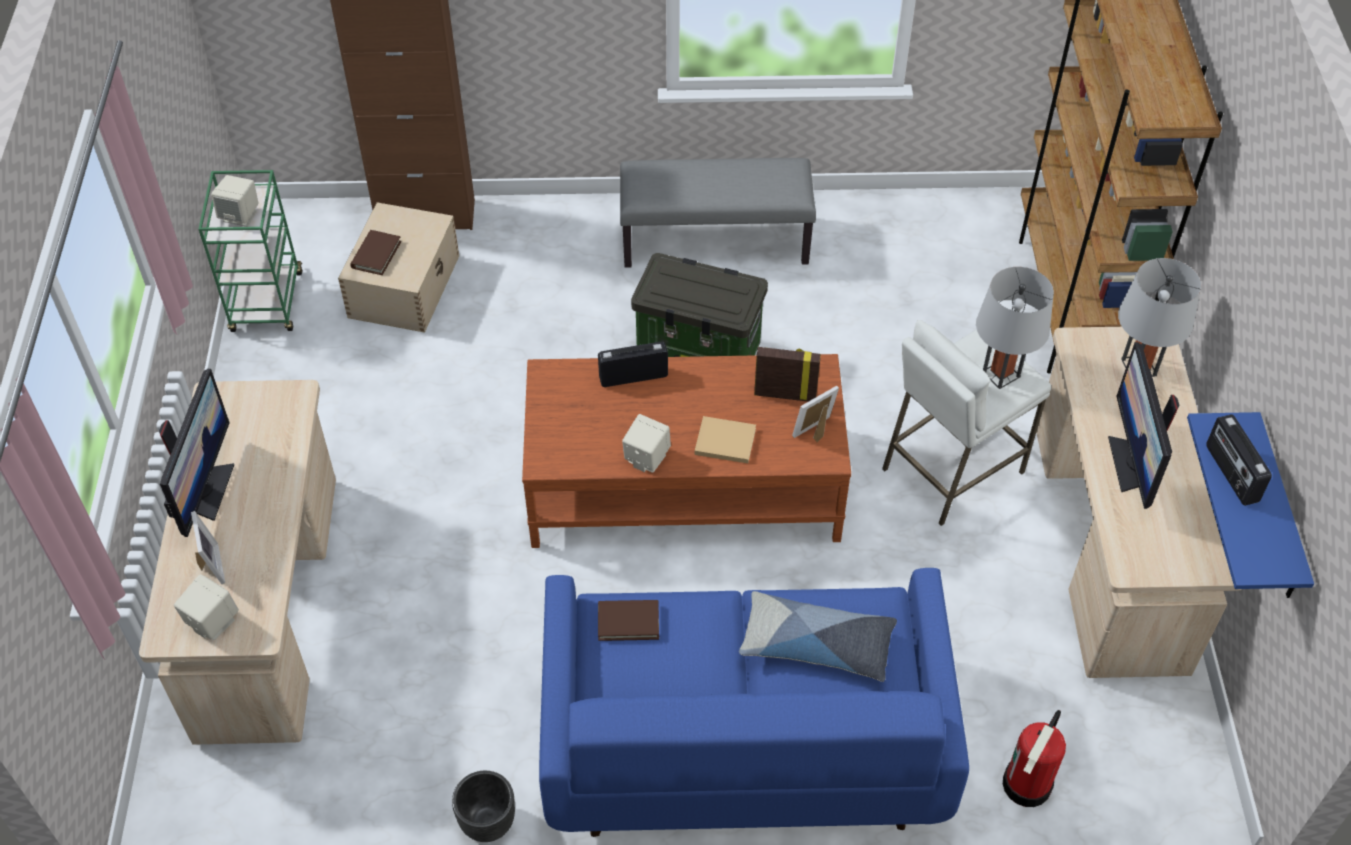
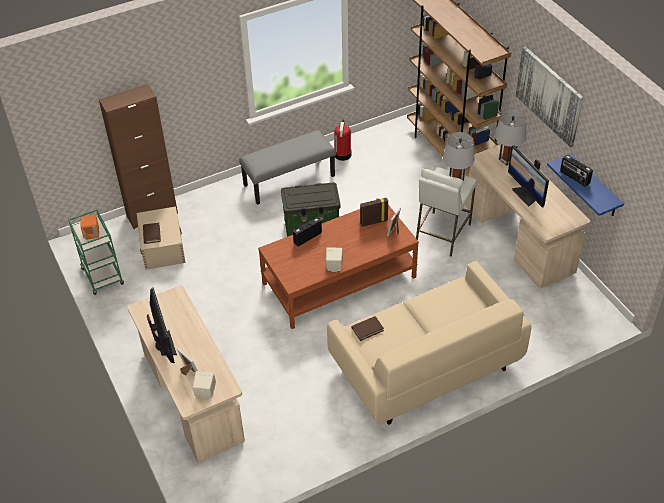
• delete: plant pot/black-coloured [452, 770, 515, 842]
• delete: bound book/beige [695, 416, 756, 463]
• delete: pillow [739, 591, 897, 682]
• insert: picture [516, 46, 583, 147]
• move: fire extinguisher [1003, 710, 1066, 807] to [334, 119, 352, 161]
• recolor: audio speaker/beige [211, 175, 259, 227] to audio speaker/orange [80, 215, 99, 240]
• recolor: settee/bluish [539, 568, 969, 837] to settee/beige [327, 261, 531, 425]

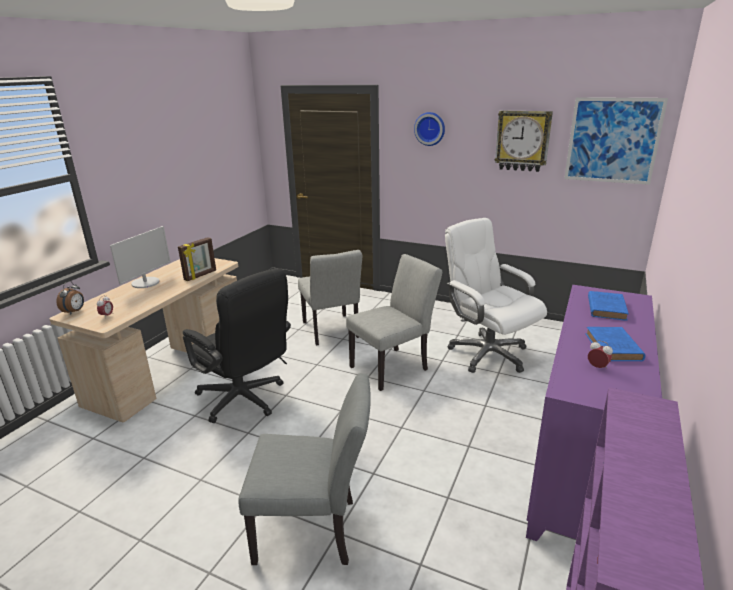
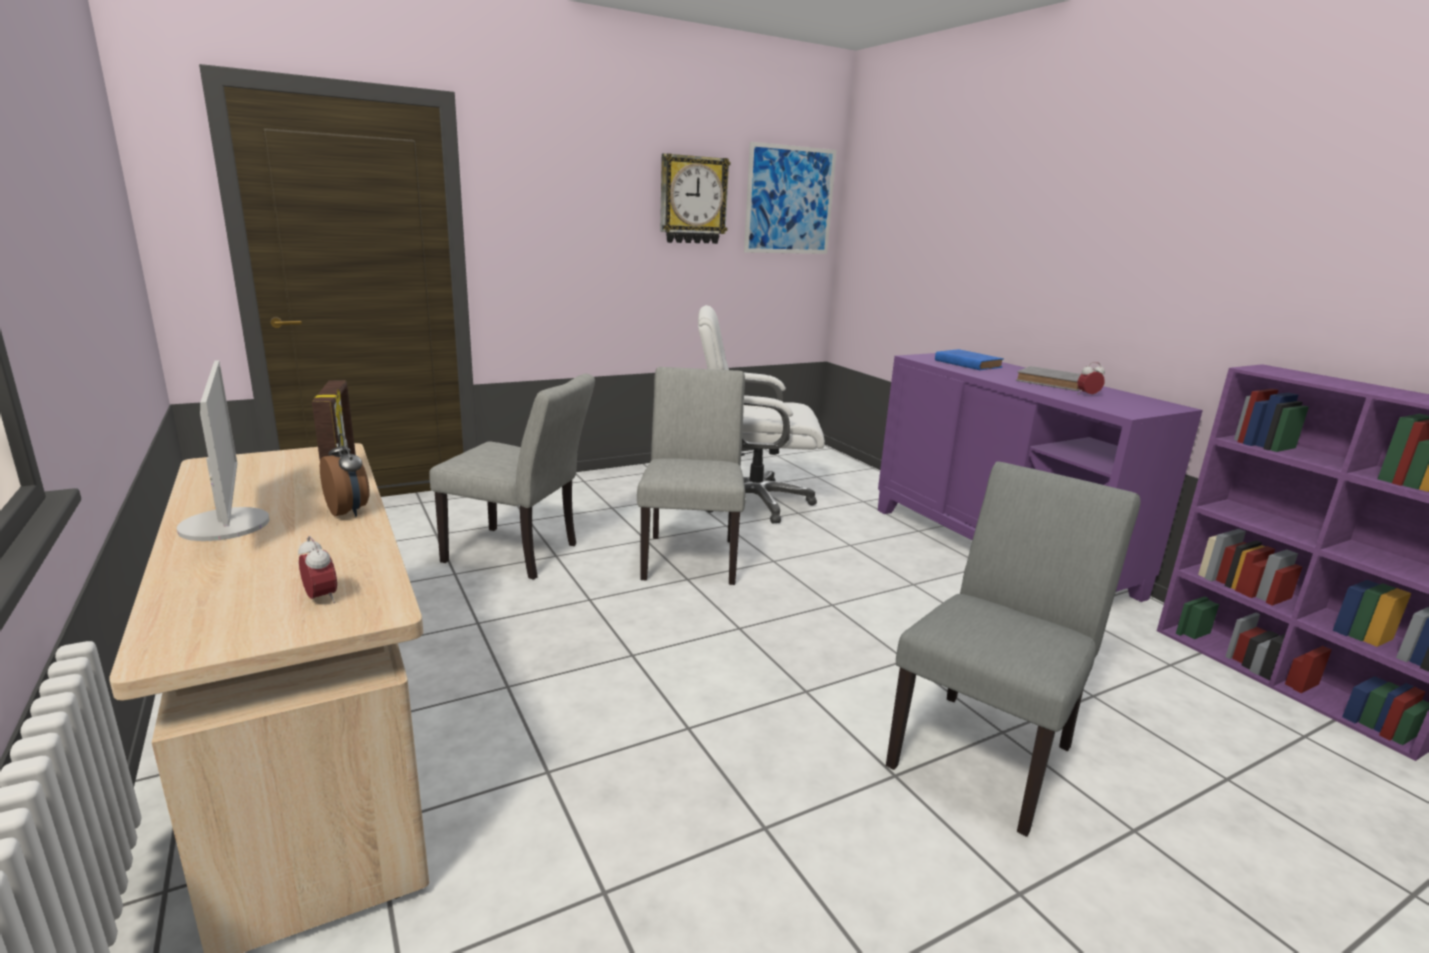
• delete: office chair/black-coloured [183, 268, 291, 423]
• delete: clock on the wall [414, 112, 445, 146]
• move: bedside clock [56, 281, 84, 315] to [320, 433, 370, 517]
• recolor: bound book/bluish [586, 327, 645, 361] to bound book/grey [1016, 366, 1081, 391]

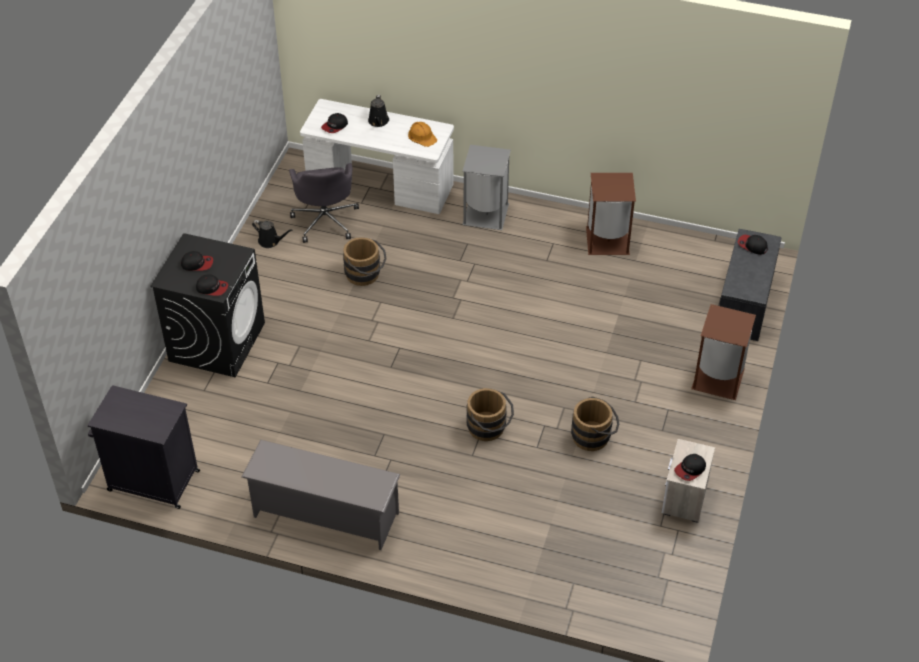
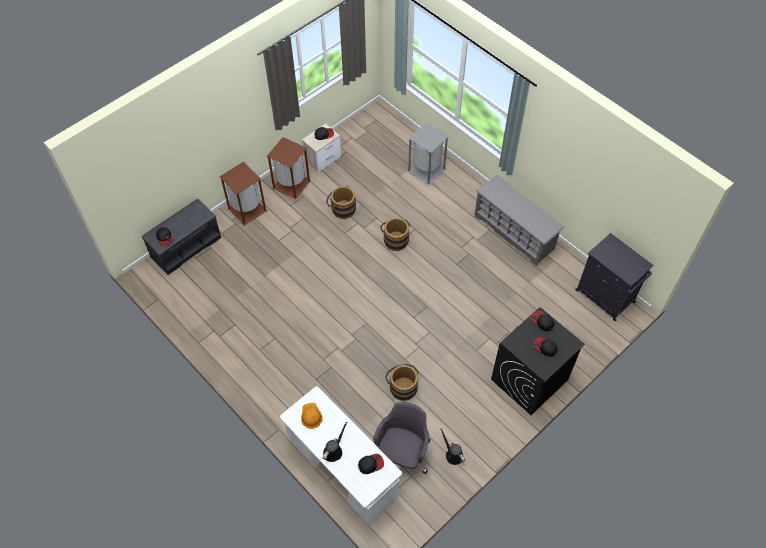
• move: trash can/grey [462, 145, 511, 230] to [408, 122, 449, 185]
• move: trash can/brown [586, 173, 636, 255] to [267, 137, 311, 199]

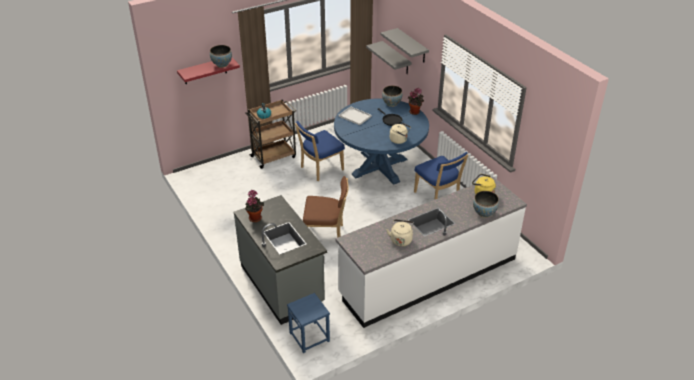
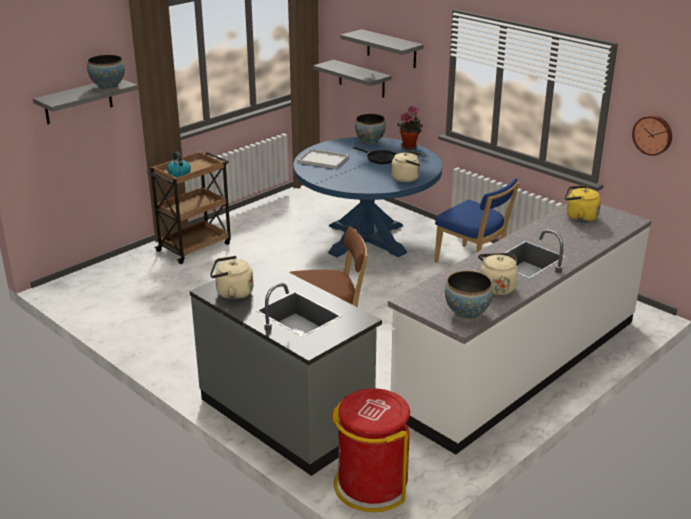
• delete: chair/bluish [295, 121, 345, 181]
• insert: clock on the wall [632, 115, 672, 156]
• move: serving bowl [473, 191, 499, 218] to [445, 271, 493, 320]
• replace: plant in a pot [245, 190, 264, 222] to water kettle/beige [210, 256, 253, 300]
• replace: stool seat/bluish [287, 293, 330, 353] to trash can/red-coloured [332, 388, 410, 512]
• recolor: shelf/red-coloured [177, 58, 240, 84] to shelf/grey [33, 79, 138, 124]

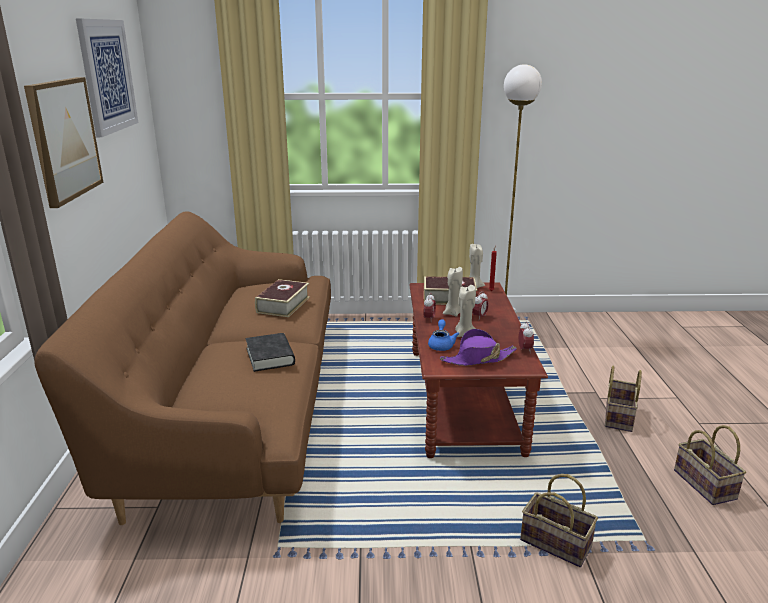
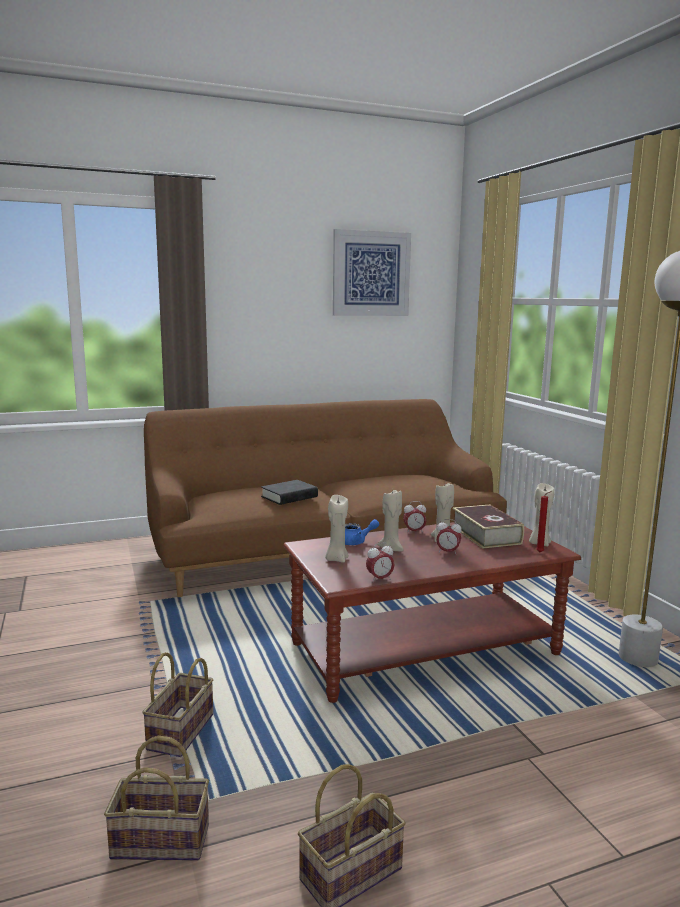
• delete: picture [24, 77, 103, 208]
• delete: bound book [255, 279, 310, 317]
• move: basket [605, 366, 642, 432] to [104, 736, 209, 861]
• replace: clothing hat/purple-coloured [440, 329, 517, 366] to candle/beige [325, 495, 349, 563]

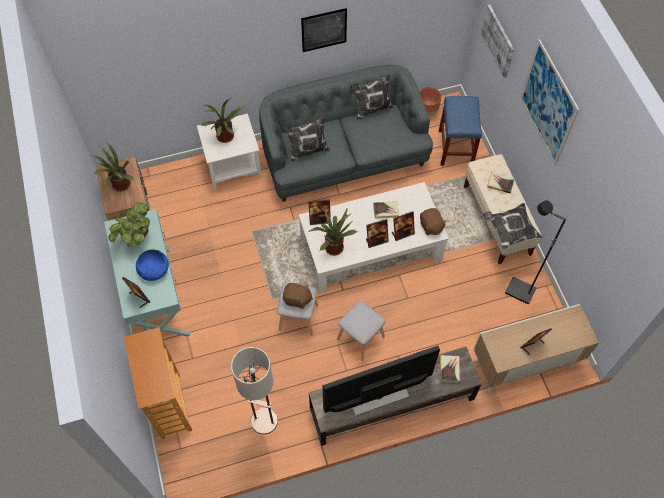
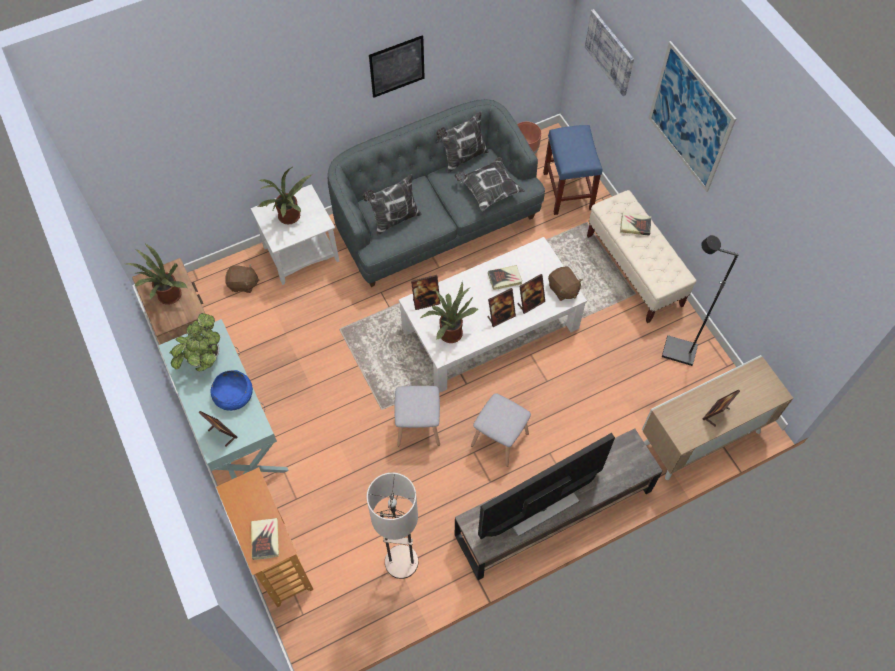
• move: cuddly toy/brown [283, 283, 313, 309] to [225, 264, 259, 293]
• move: bound book [440, 355, 460, 383] to [251, 518, 279, 560]
• move: pillow [483, 203, 542, 250] to [454, 157, 525, 211]

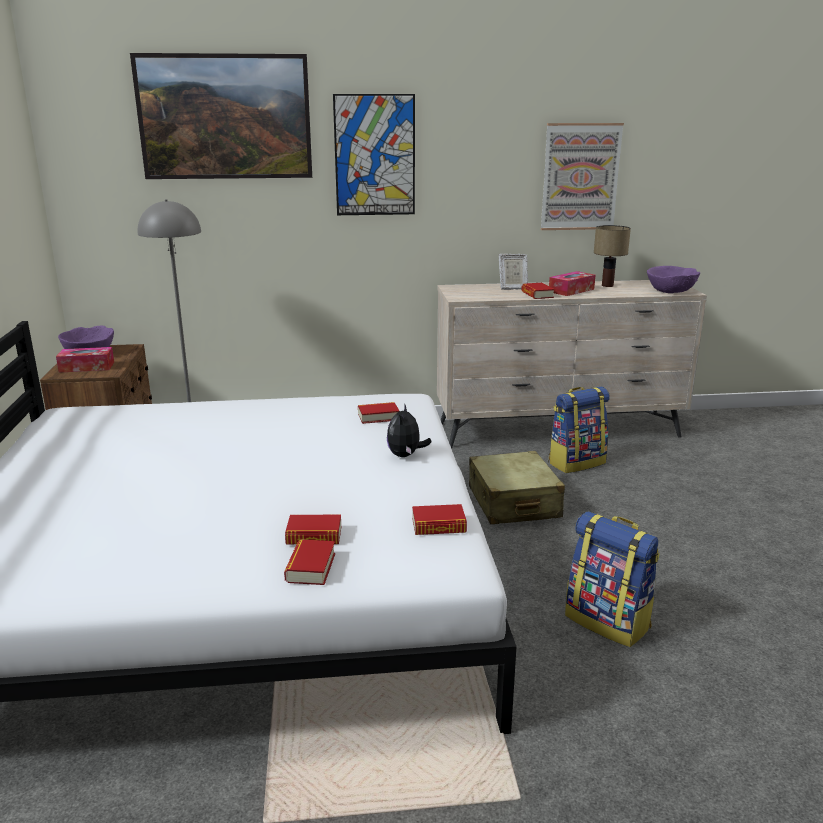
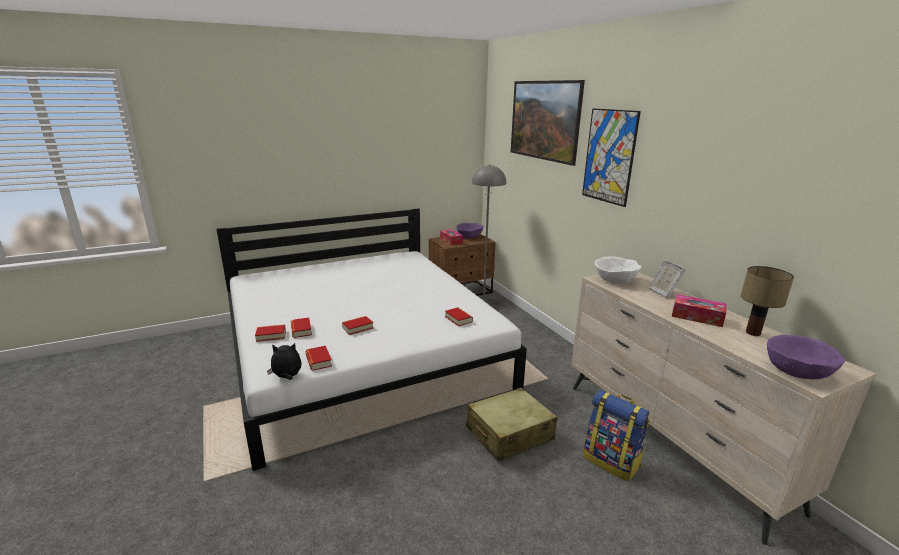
• delete: picture [540, 123, 624, 230]
• delete: backpack [565, 511, 660, 647]
• insert: serving bowl/white-coloured [595, 256, 642, 284]
• move: cuddly toy [387, 403, 432, 457] to [267, 343, 302, 380]
• move: bound book [521, 283, 555, 299] to [342, 316, 373, 335]

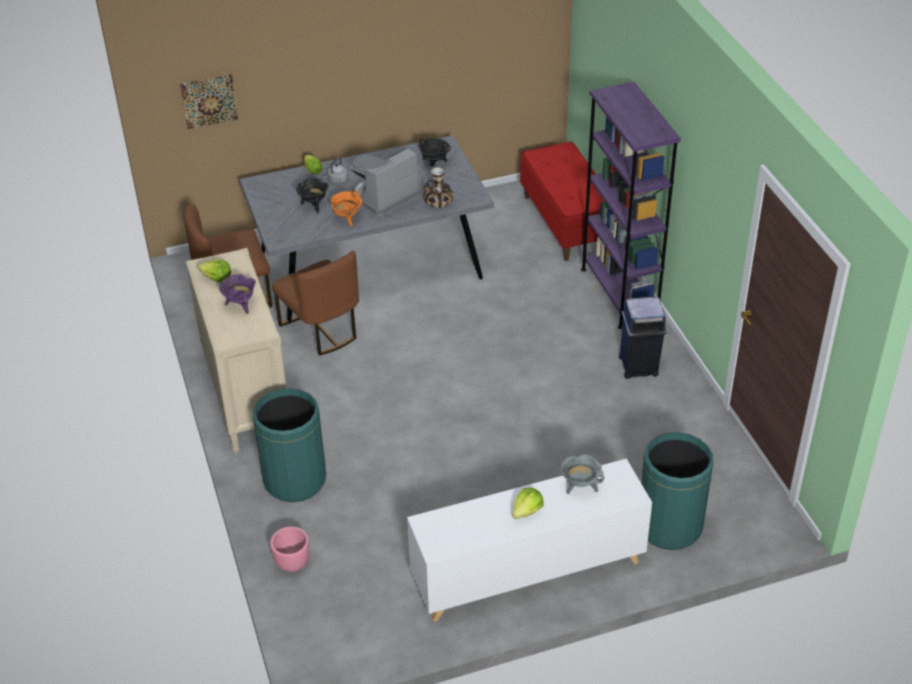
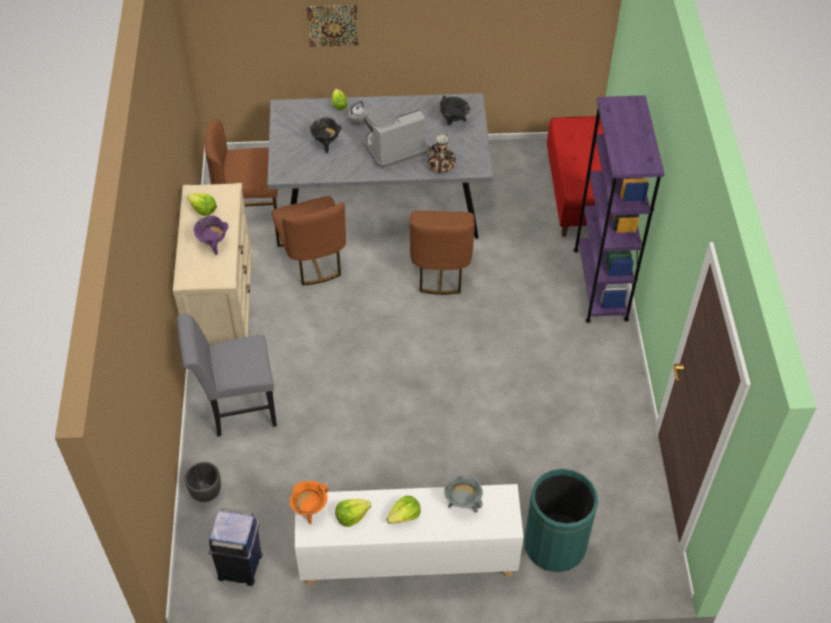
• insert: lettuce [335, 499, 371, 527]
• insert: chair/brown [410, 211, 475, 295]
• move: picture [180, 74, 238, 129] to [307, 5, 359, 47]
• move: cooking pot/orange [331, 190, 362, 227] to [290, 481, 329, 524]
• move: trash can/bluish [619, 297, 667, 379] to [208, 508, 263, 586]
• replace: trash can/green [253, 388, 326, 502] to chair/grey [177, 314, 277, 437]
• recolor: plant pot/pinkish [270, 527, 309, 572] to plant pot/black-coloured [184, 462, 221, 502]

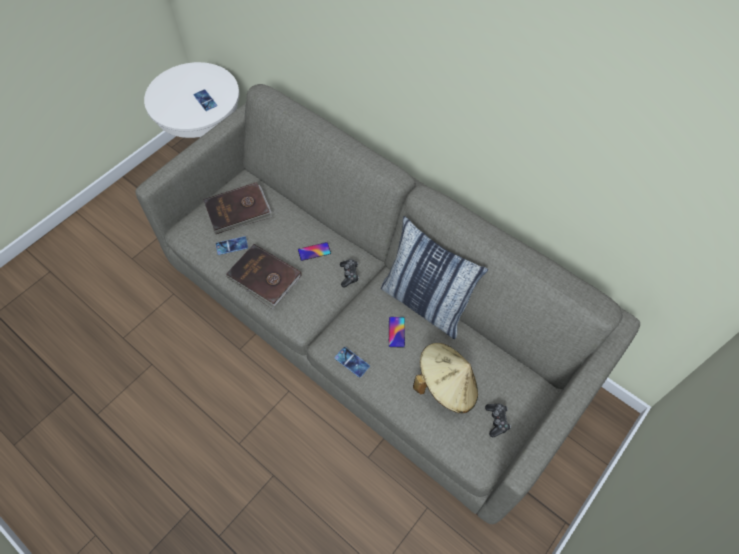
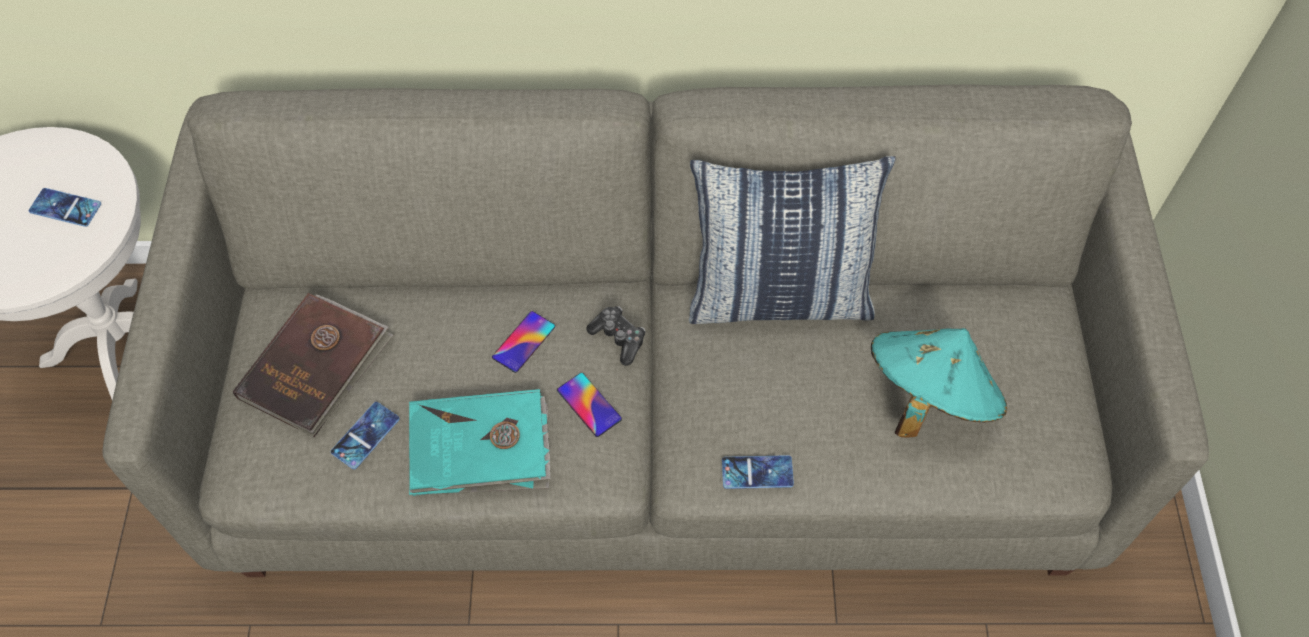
• delete: game controller [485, 404, 511, 437]
• move: phone [389, 317, 405, 348] to [557, 373, 622, 437]
• recolor: bound book/brown [226, 244, 302, 310] to bound book/blue-green [409, 389, 551, 496]
• recolor: clothing hat/beige [413, 343, 478, 414] to clothing hat/blue-green [871, 328, 1007, 437]

